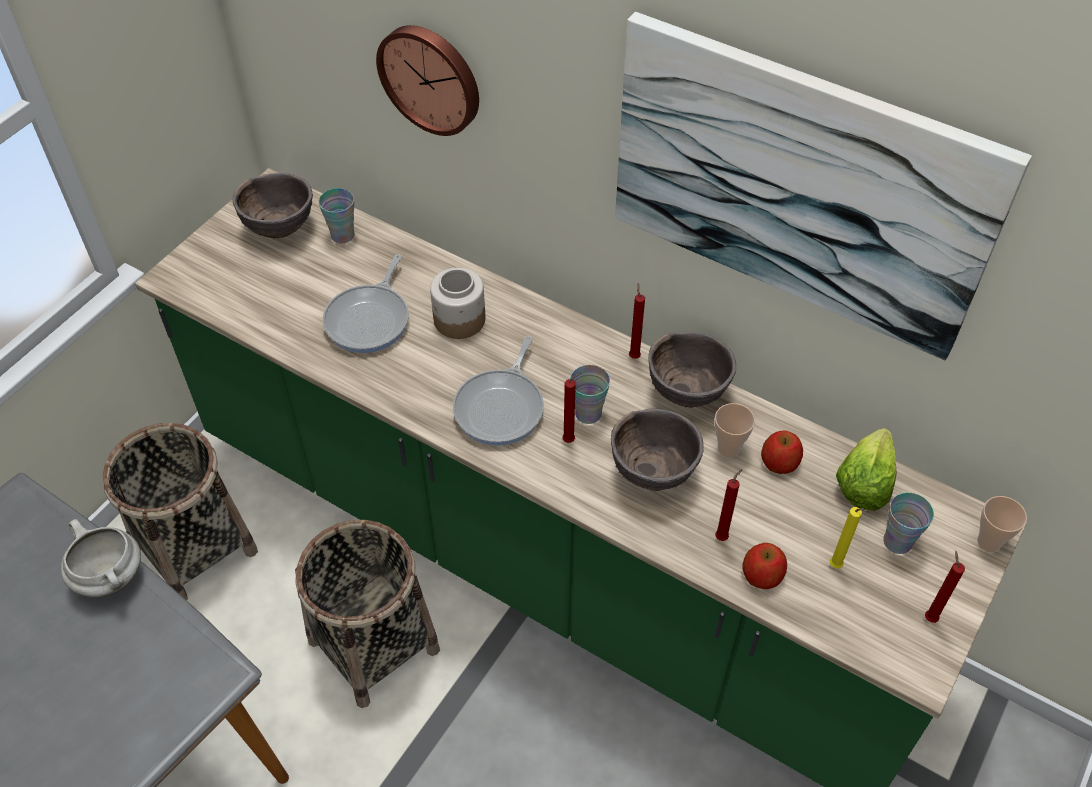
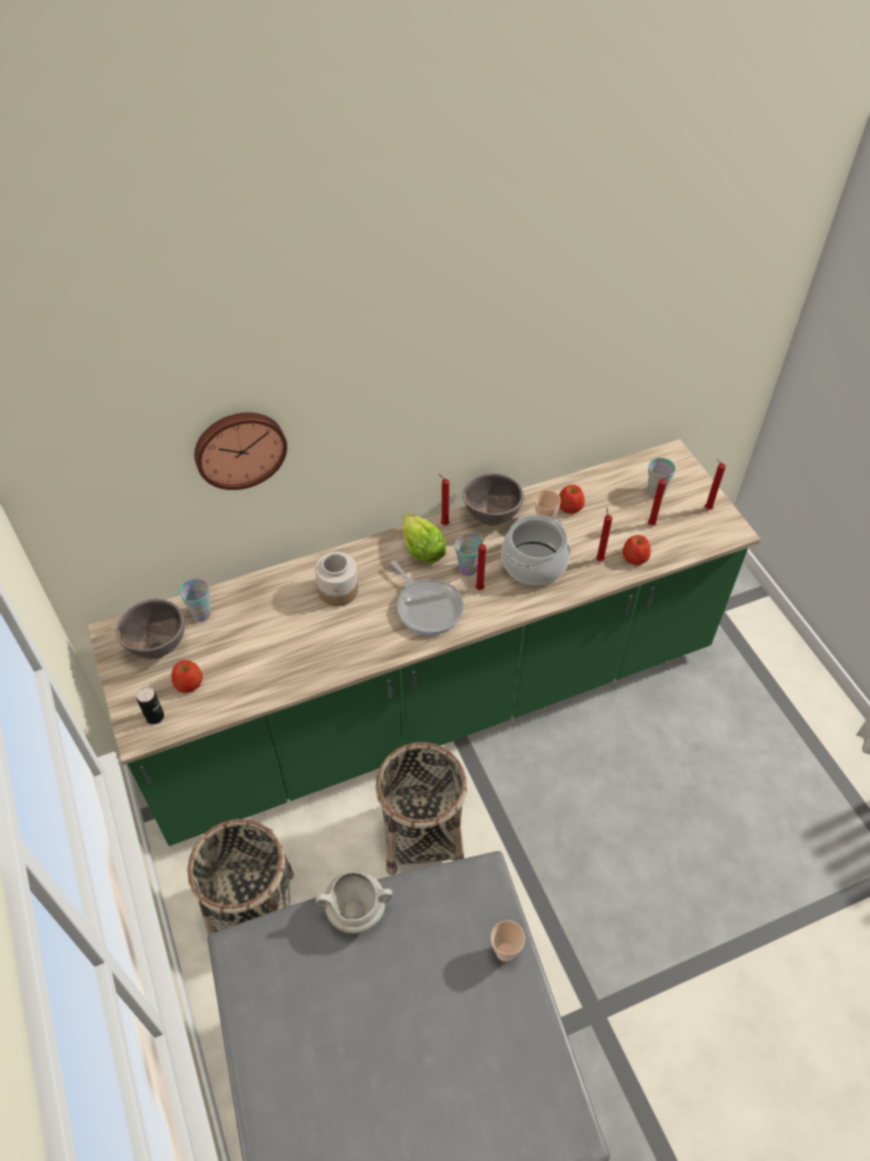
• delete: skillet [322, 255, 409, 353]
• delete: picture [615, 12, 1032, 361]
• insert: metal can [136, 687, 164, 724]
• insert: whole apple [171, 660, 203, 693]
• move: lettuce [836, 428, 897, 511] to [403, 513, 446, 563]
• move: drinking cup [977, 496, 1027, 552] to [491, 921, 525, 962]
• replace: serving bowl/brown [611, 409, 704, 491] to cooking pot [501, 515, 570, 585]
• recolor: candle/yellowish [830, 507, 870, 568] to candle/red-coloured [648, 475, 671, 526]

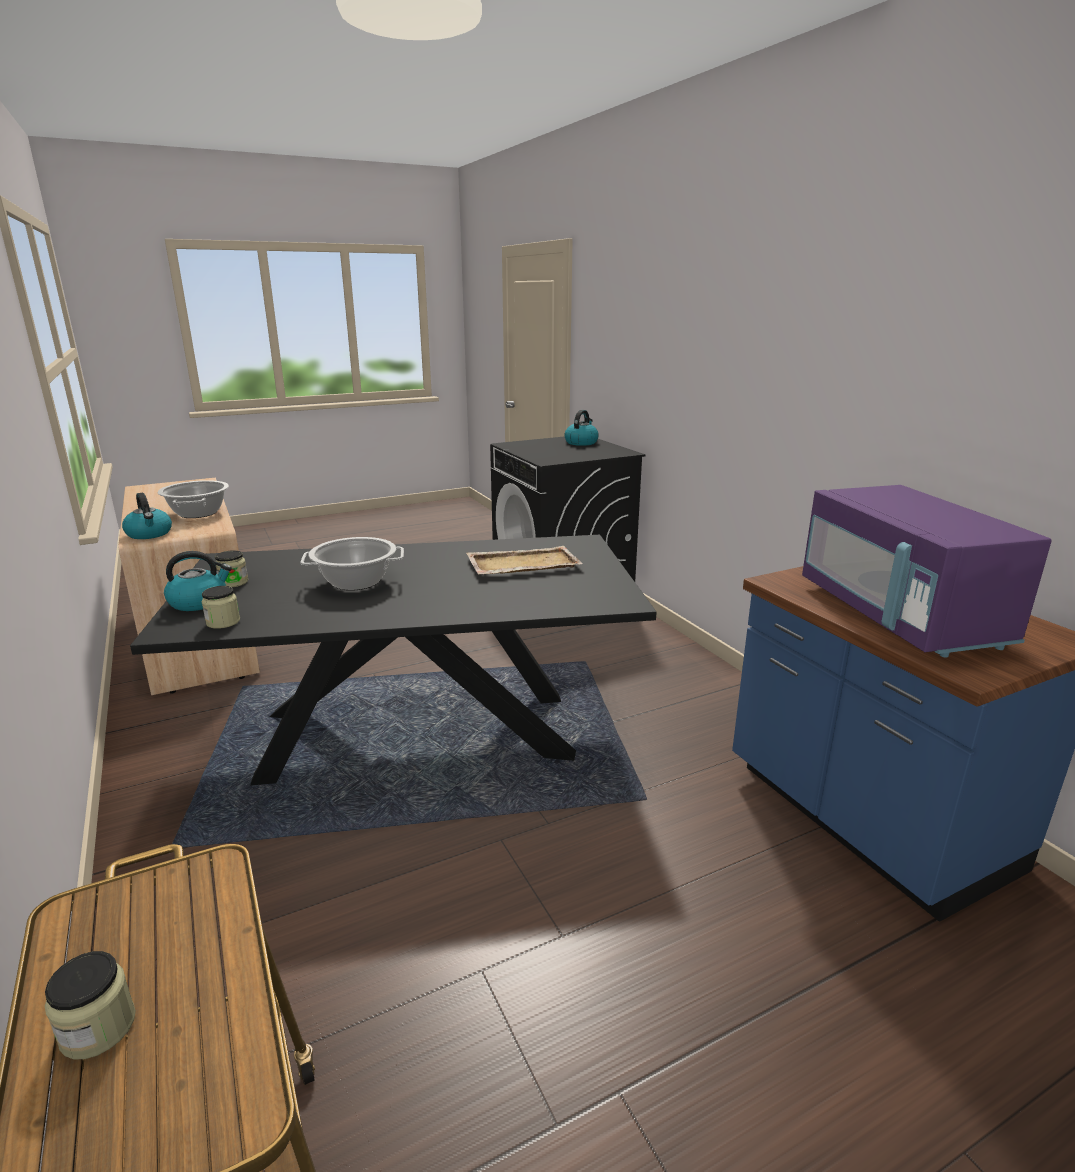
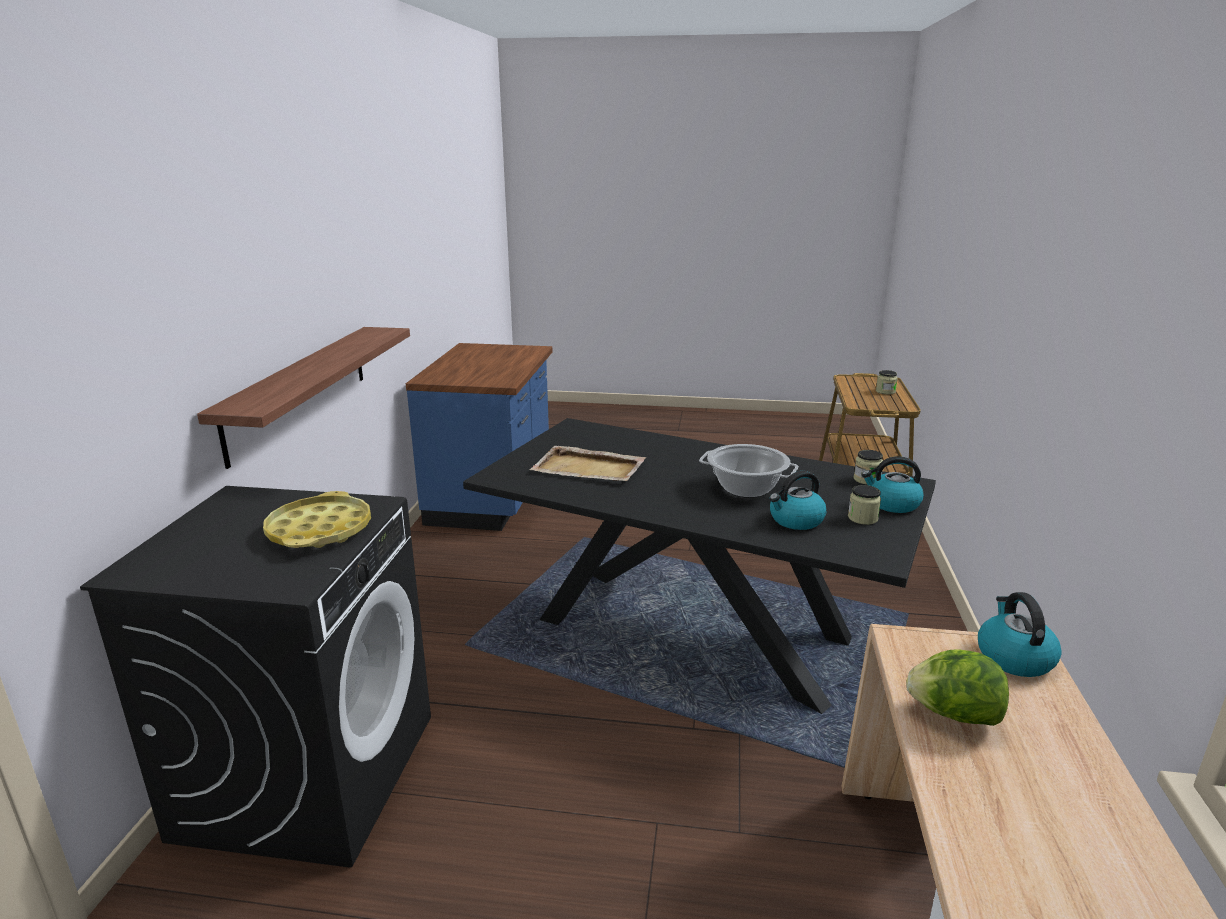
• delete: kitchen microwave/purple-coloured [802, 485, 1052, 658]
• insert: shelf [197, 327, 410, 469]
• insert: serving tray/yellowish [263, 491, 371, 548]
• move: water kettle [564, 410, 599, 446] to [769, 471, 827, 530]
• replace: cooking pot [158, 480, 229, 518] to lettuce [906, 650, 1009, 726]

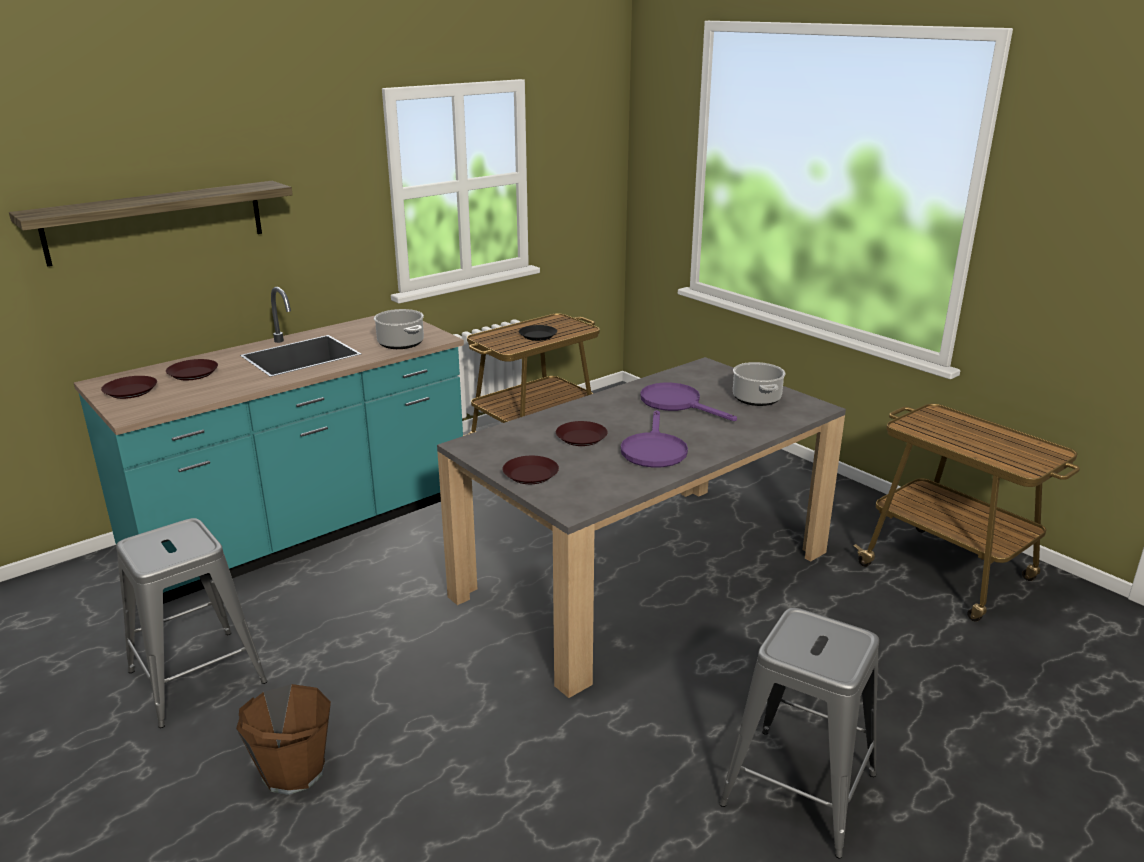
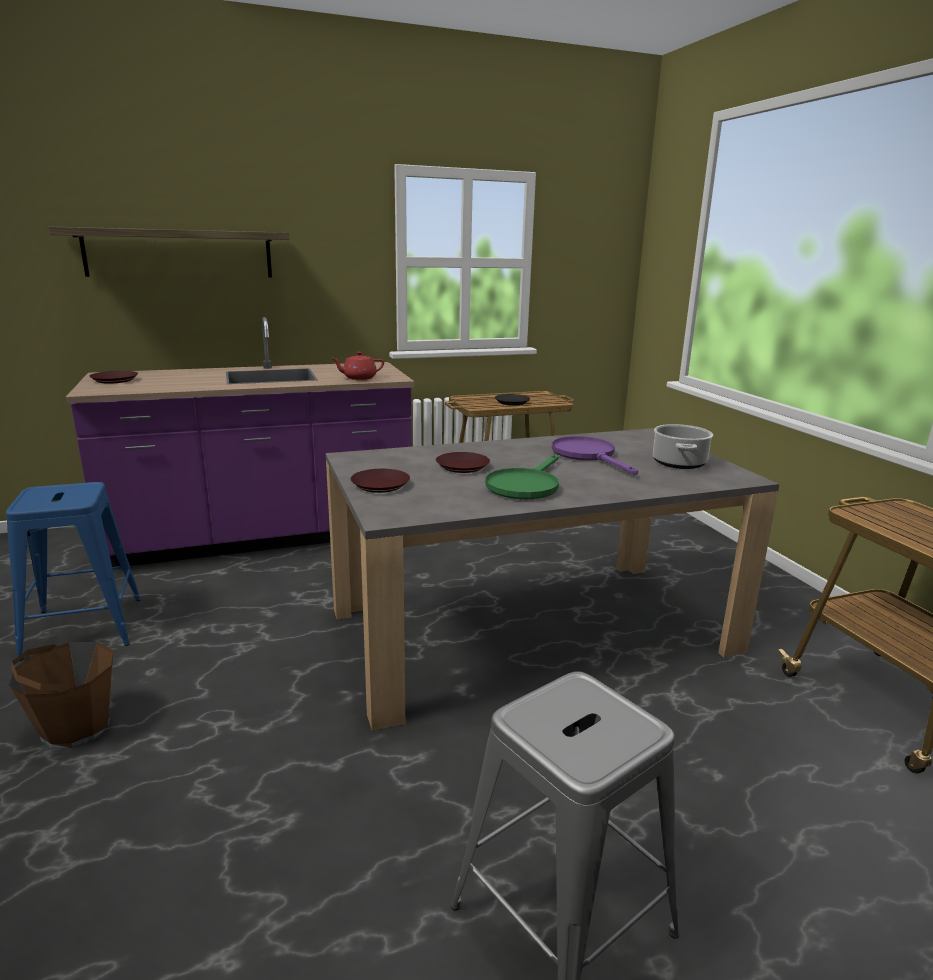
• delete: plate/brown [166, 359, 218, 380]
• replace: cooking pot [374, 309, 424, 349] to tea pot/red-coloured [331, 352, 384, 380]
• recolor: counter/blue-green [74, 287, 464, 604] to counter/purple-coloured [66, 317, 415, 567]
• recolor: stool seat/grey [116, 518, 267, 728] to stool seat/bluish [6, 482, 141, 661]
• recolor: skillet/purple-coloured [621, 410, 688, 468] to skillet/green [485, 455, 559, 500]

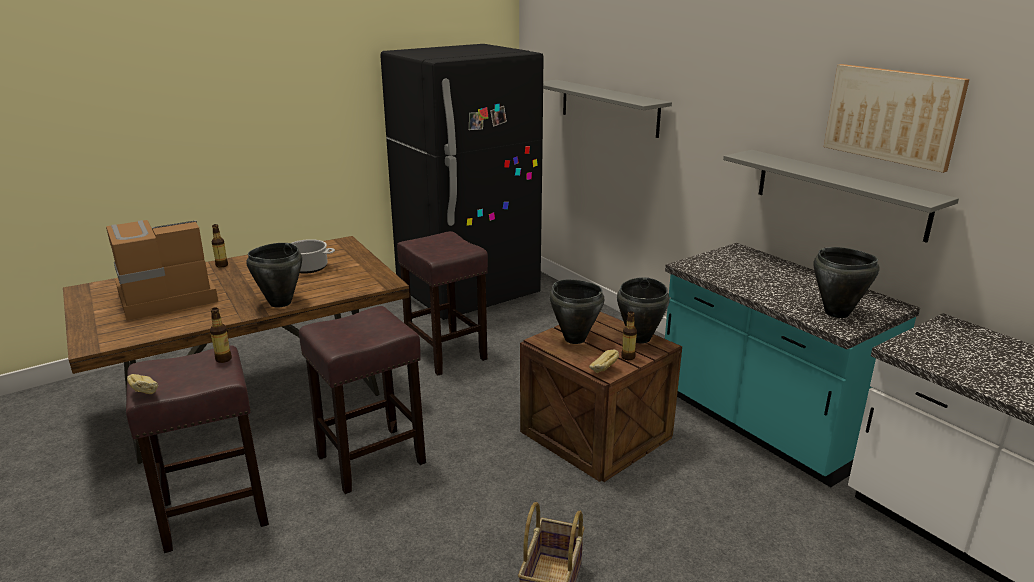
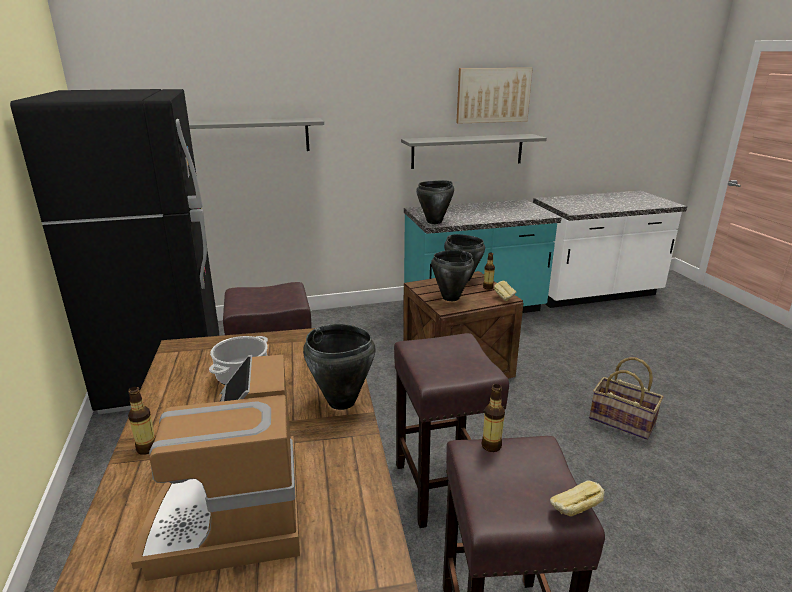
• move: cooking pot/black-coloured [814, 247, 880, 318] to [416, 180, 454, 224]

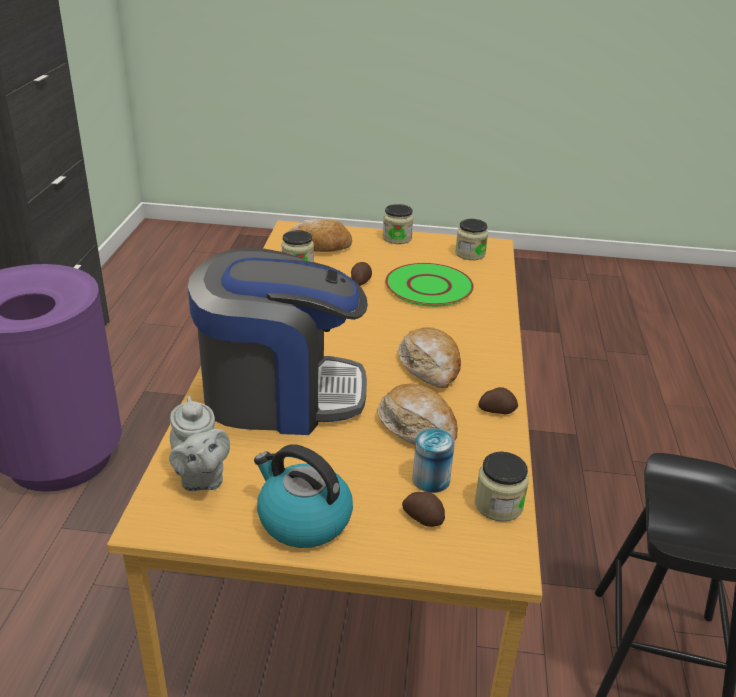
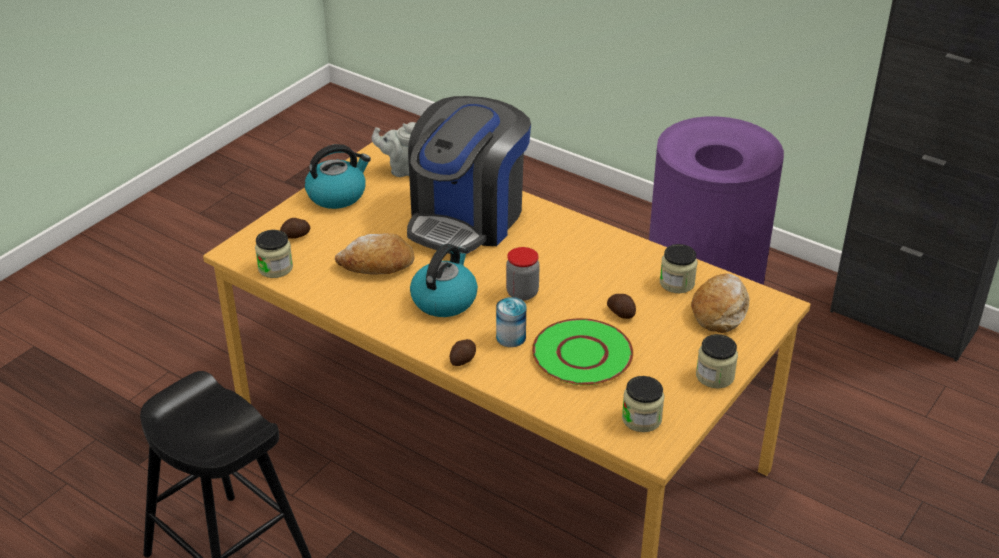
• insert: jar [506, 247, 540, 301]
• move: metal can [412, 428, 455, 493] to [496, 297, 526, 347]
• move: spud [478, 387, 518, 414] to [450, 339, 476, 366]
• replace: baked bread [398, 327, 461, 388] to water kettle [410, 244, 478, 317]

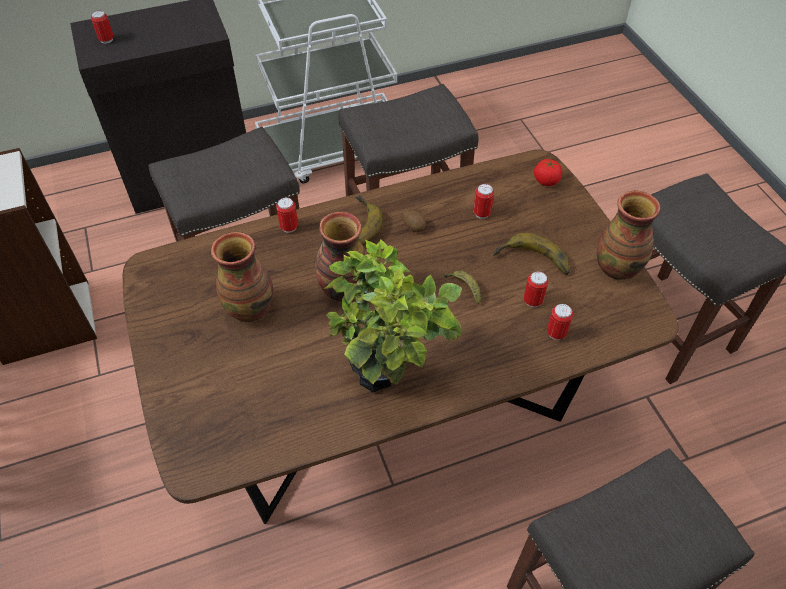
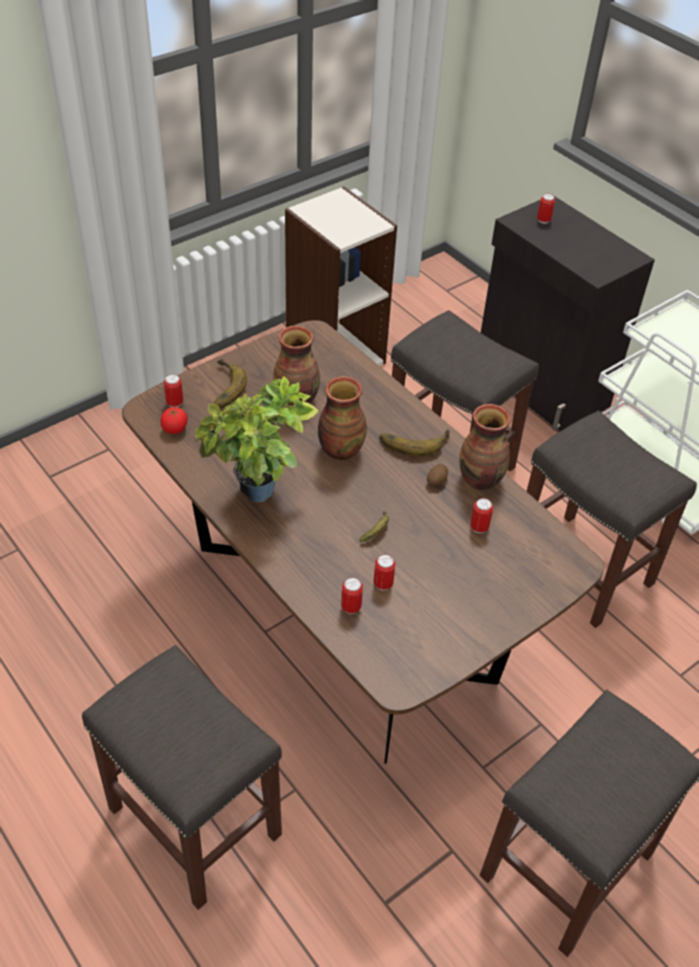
• move: metal can [276, 197, 298, 233] to [164, 374, 183, 407]
• move: whole banana [493, 233, 570, 275] to [213, 359, 247, 409]
• move: fresh tomato [534, 159, 562, 186] to [160, 407, 188, 434]
• move: decorative vase [597, 191, 661, 280] to [459, 404, 510, 490]

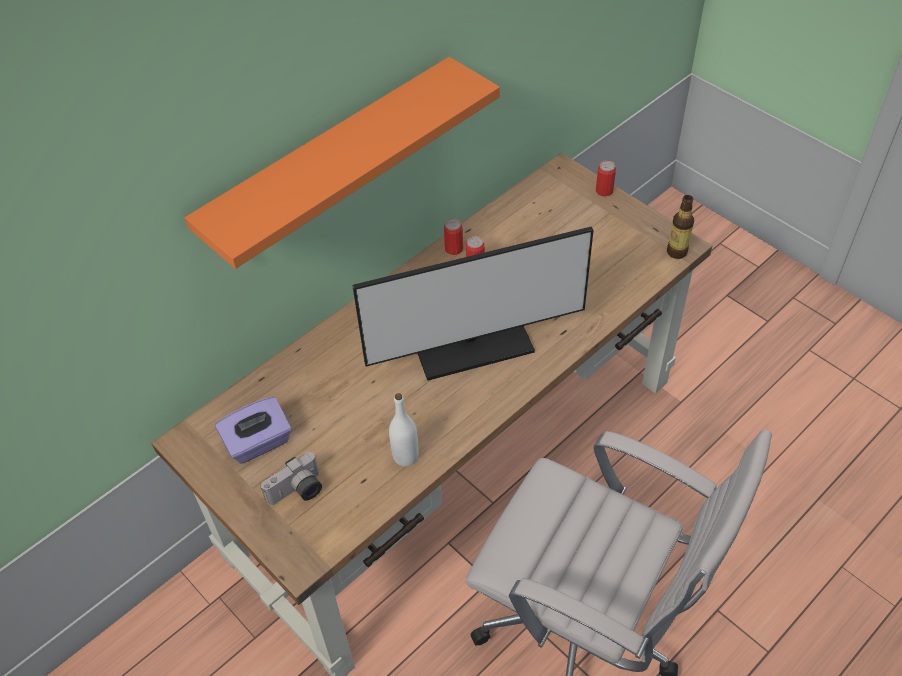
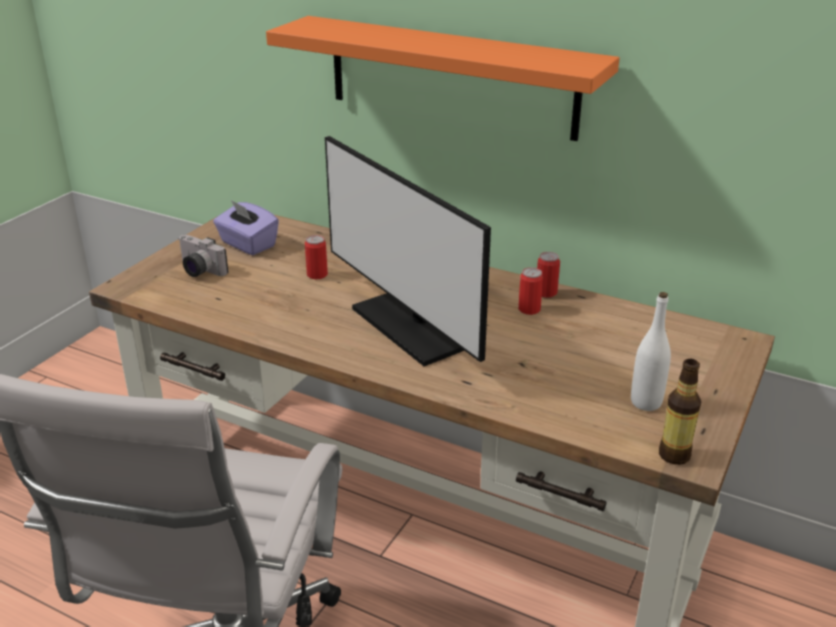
• move: bottle/white-coloured [389, 393, 419, 466] to [631, 292, 671, 411]
• move: metal can [596, 160, 616, 196] to [305, 235, 328, 279]

